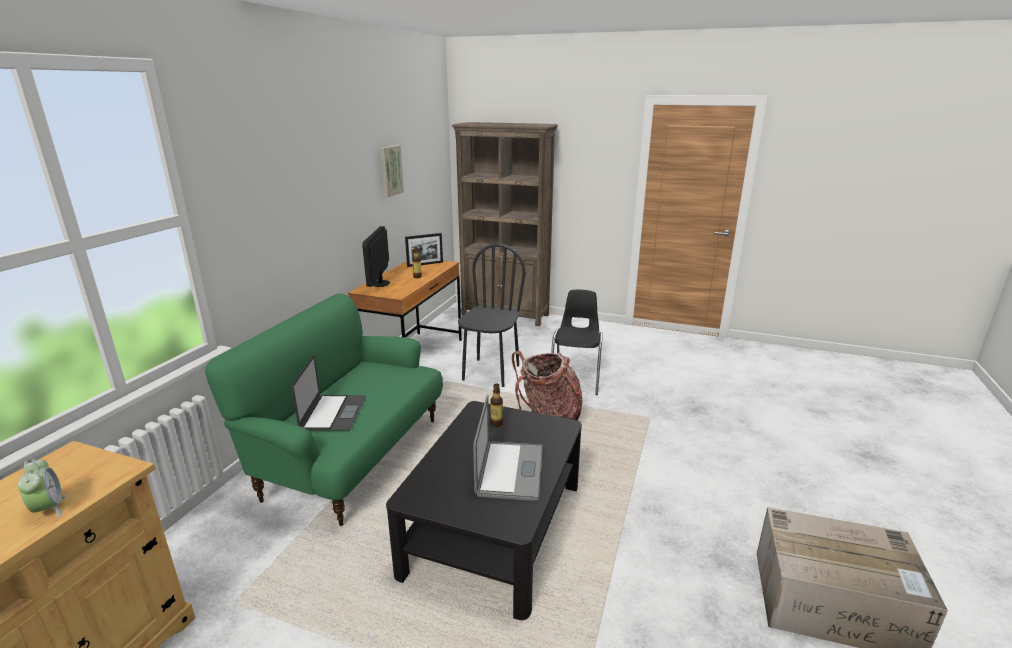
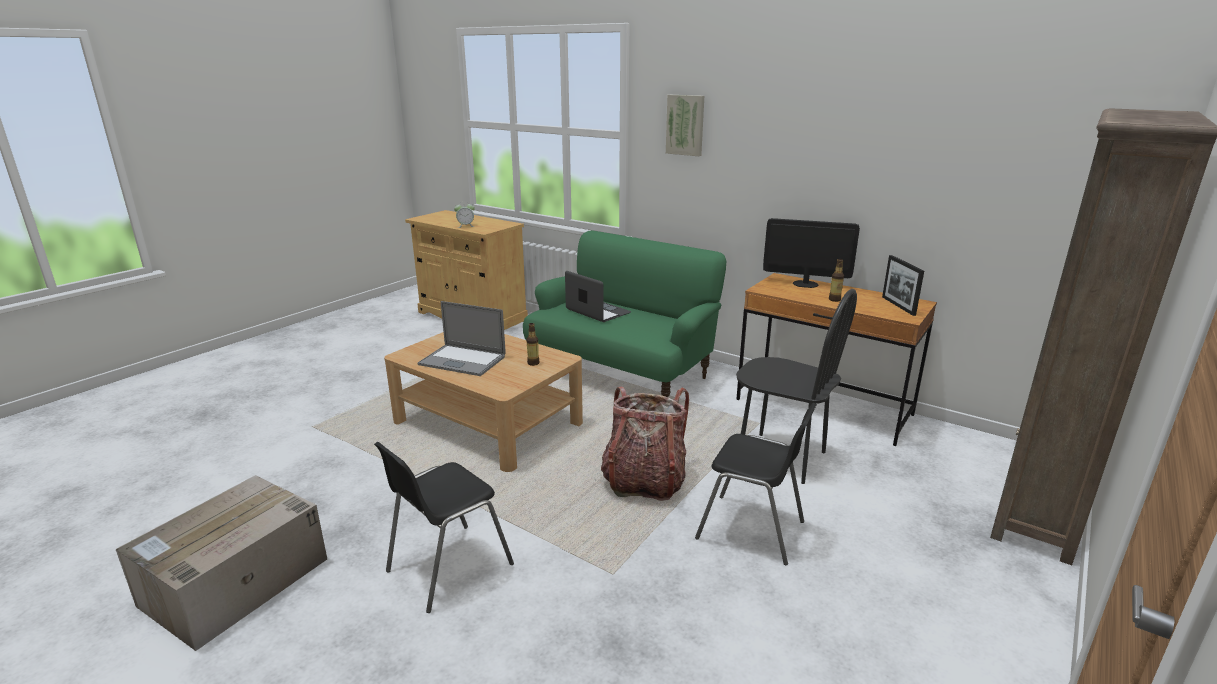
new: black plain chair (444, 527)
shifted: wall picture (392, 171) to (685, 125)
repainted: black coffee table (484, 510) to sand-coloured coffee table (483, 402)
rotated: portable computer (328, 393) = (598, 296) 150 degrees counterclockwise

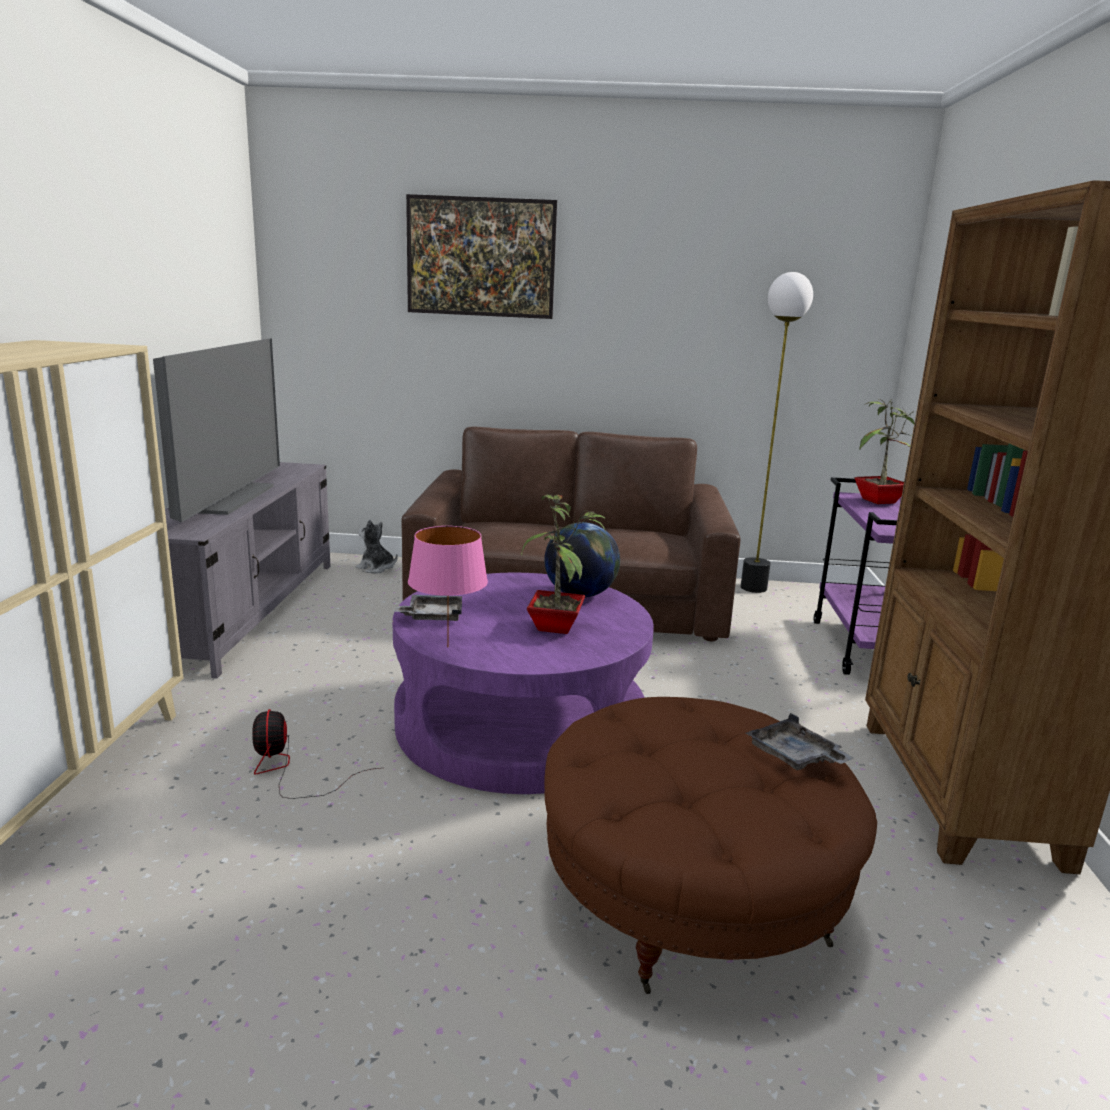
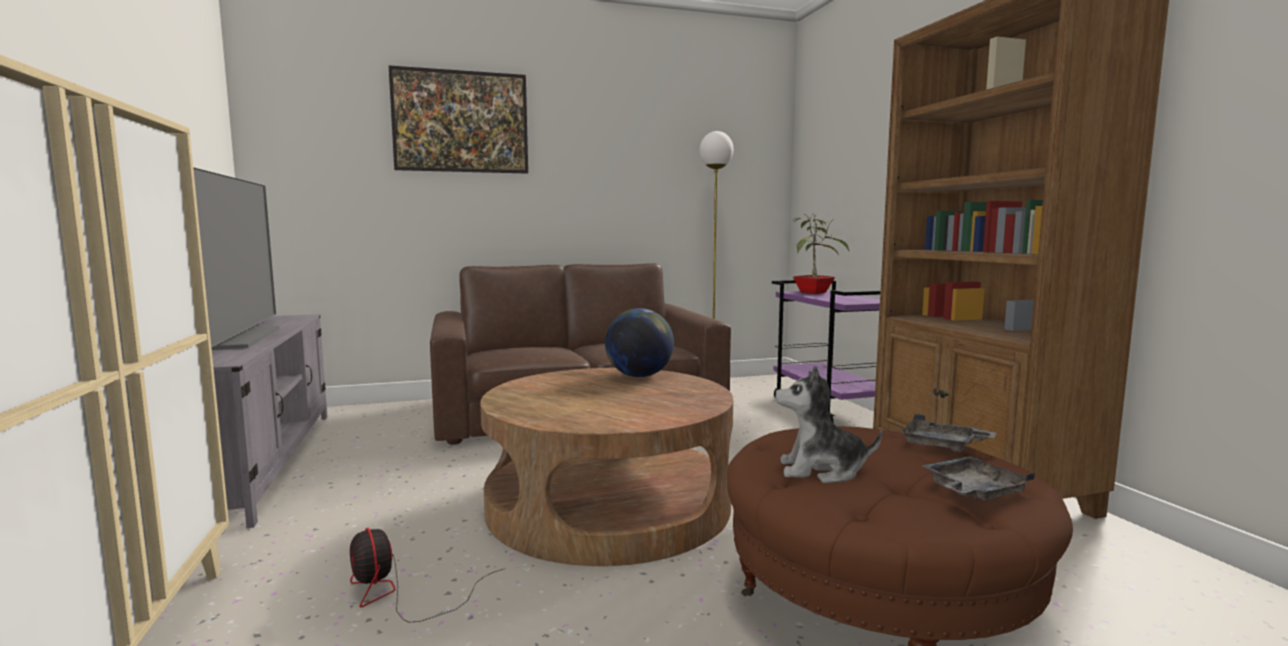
gone: pinkish lamp for a table (448, 586); houseplant (564, 563)
shifted: cuddly toy (377, 546) to (828, 424); gray tray (428, 608) to (978, 478)
repainted: purplish coffee table (523, 683) to brown coffee table (606, 467)

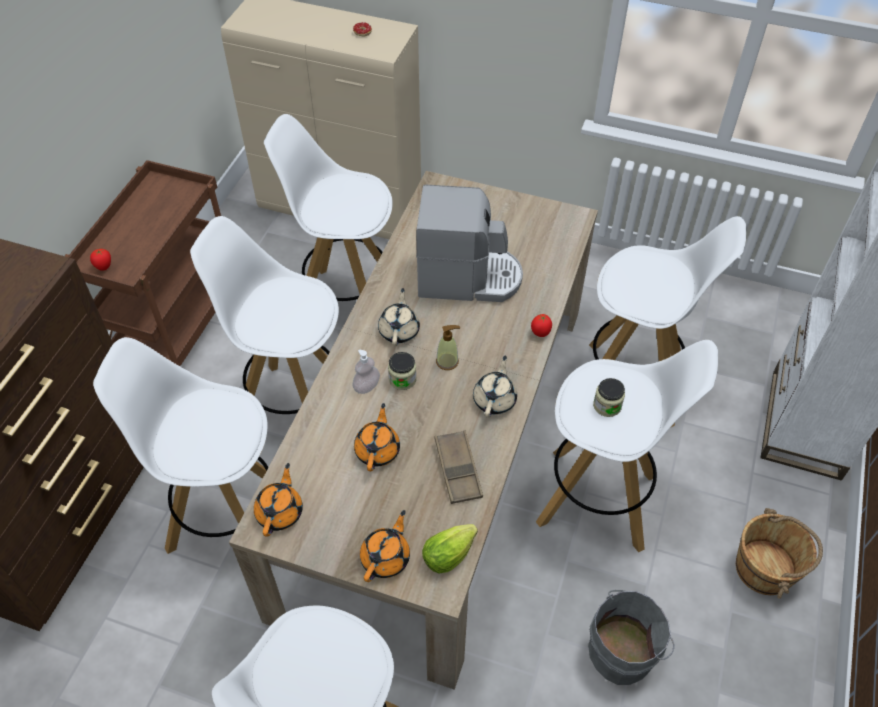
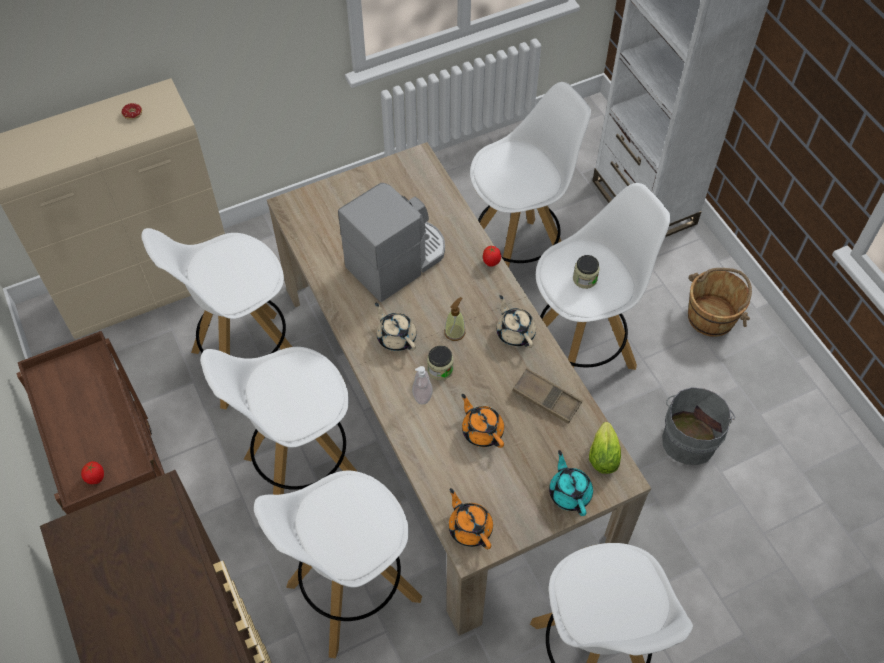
repainted: orange pot for tea (385, 546) to turquoise pot for tea (571, 483)

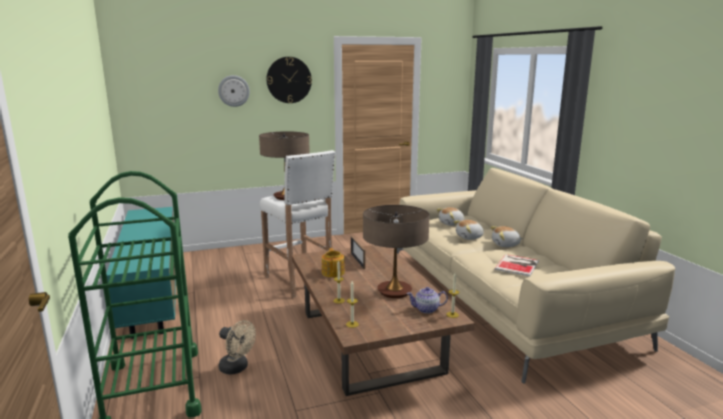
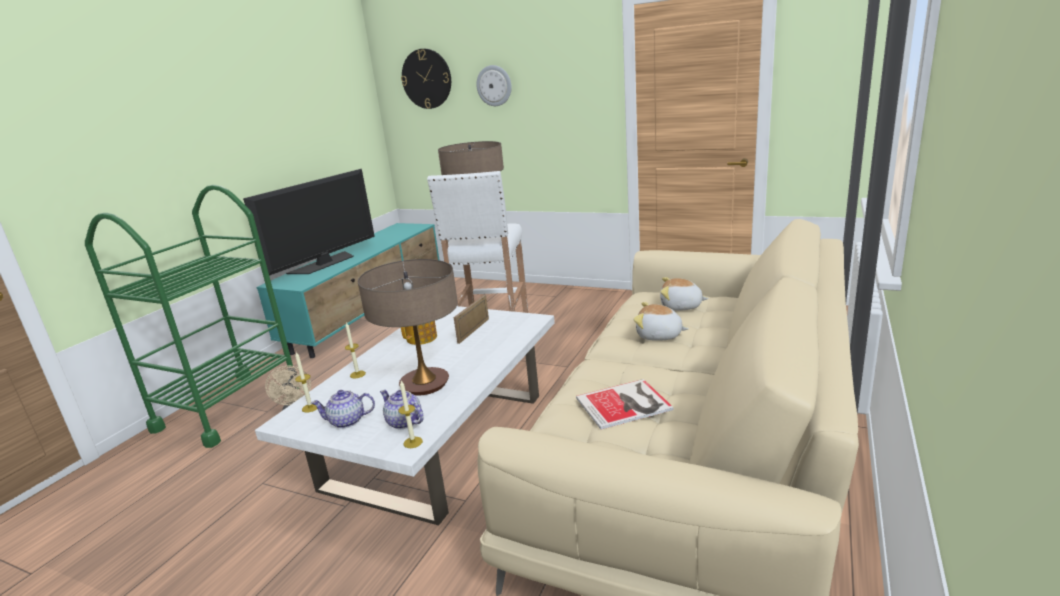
gone: cuddly toy (506, 236)
new: TV set (309, 222); pot for tea (343, 409)
shifted: wall clock (289, 80) to (426, 79)
repainted: brown coffee table (383, 320) to whitish coffee table (405, 415)

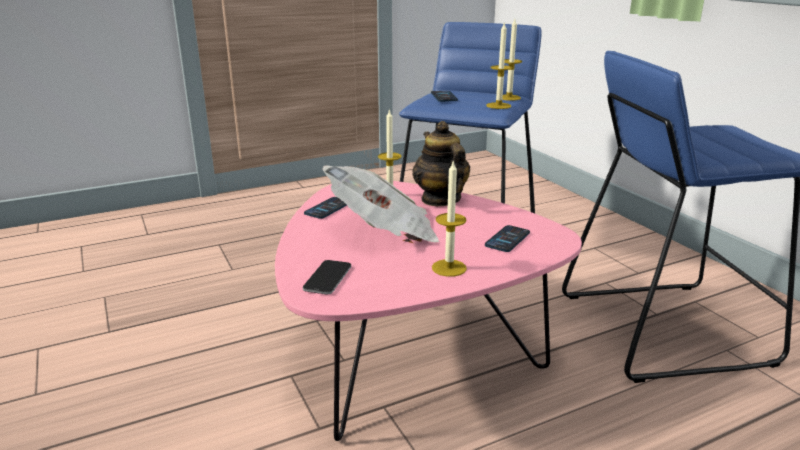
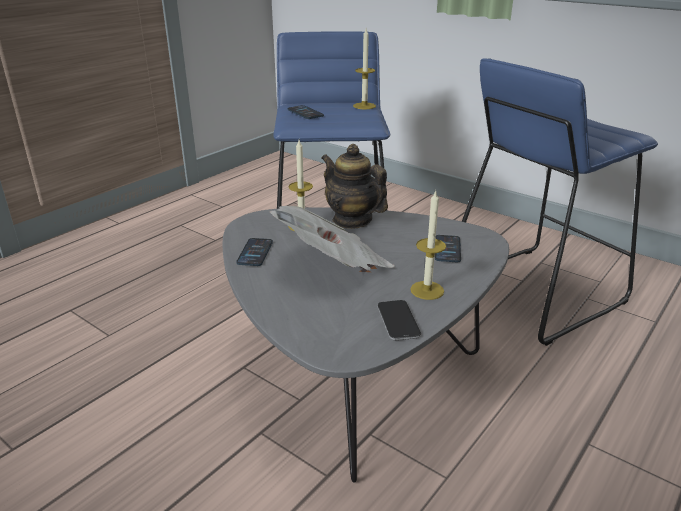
gone: wax candle (499, 65)
shifted: phone (327, 277) to (399, 320)
repainted: pinkish coffee table (428, 311) to gray coffee table (366, 345)

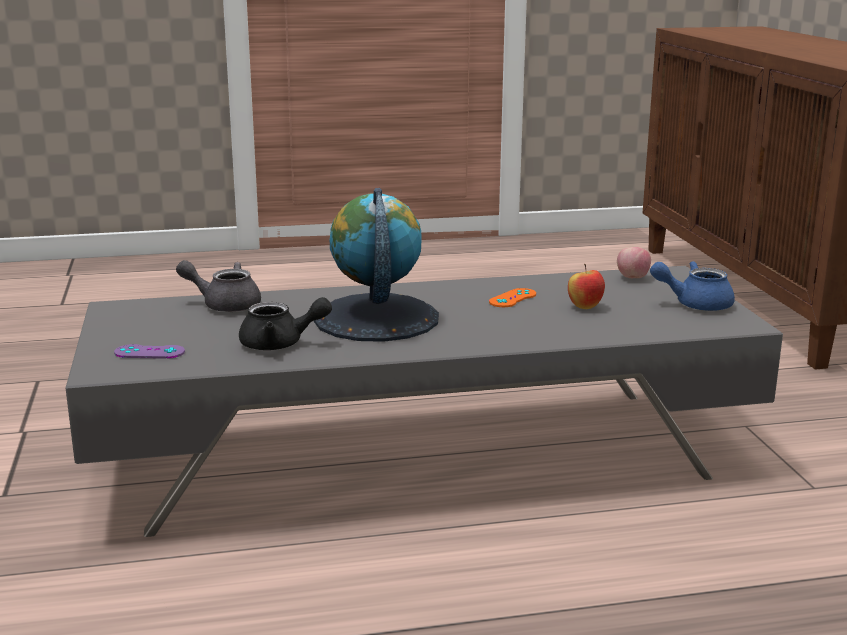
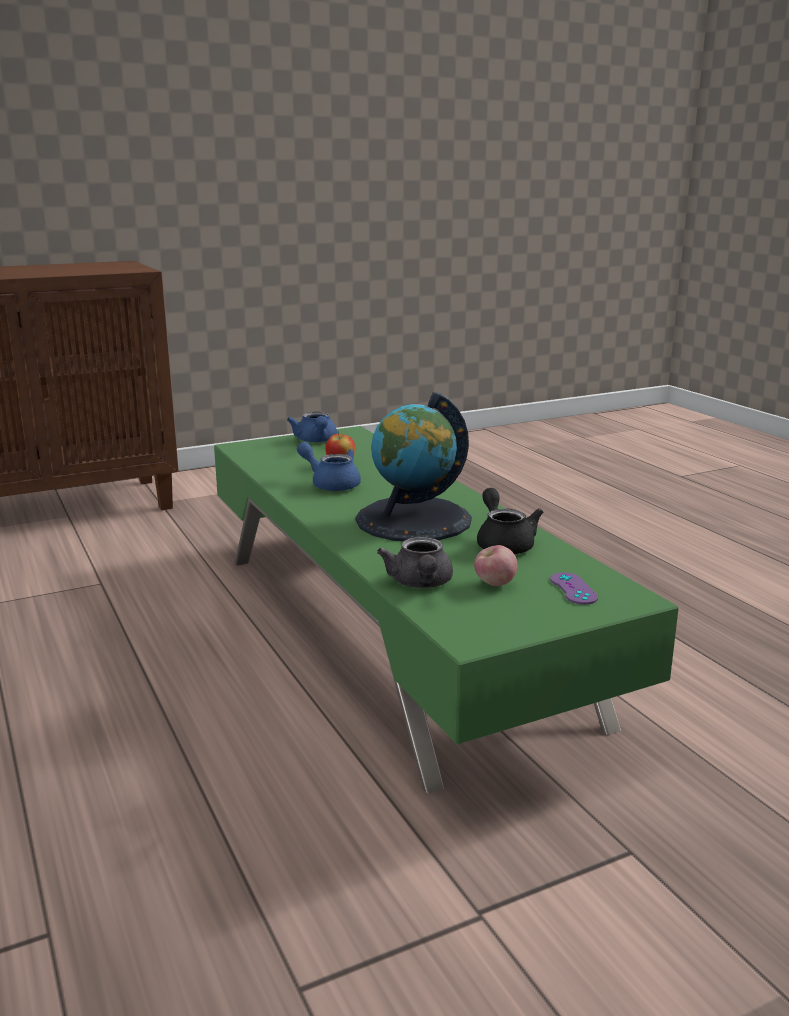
shifted: apple fruit (634, 262) to (495, 565)
swapped: orange game controller (512, 297) to bluish pot for tea (329, 466)
repainted: gray coffee table (424, 401) to green coffee table (446, 609)

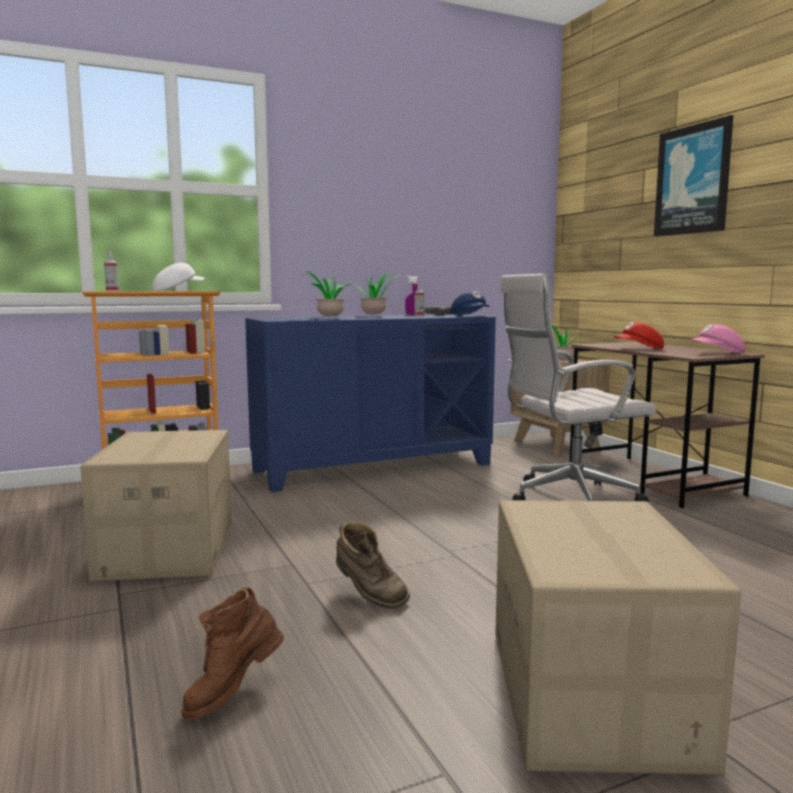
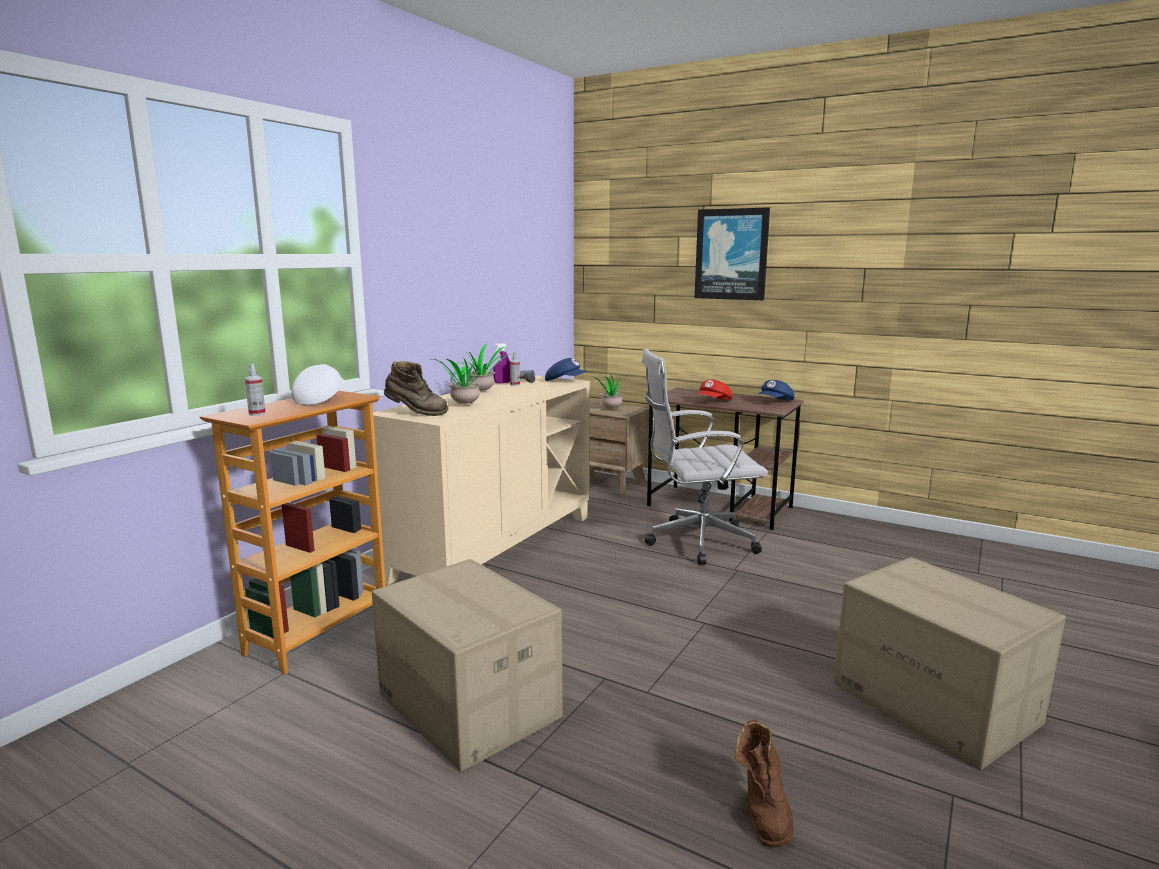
shifted: brown high-top boot (373, 565) to (416, 388)
repainted: bluish cupboard (370, 403) to sand-coloured cupboard (481, 480); pinkish baseball cap (717, 338) to bluish baseball cap (776, 390)
rotated: whitish computer chair (578, 388) = (705, 456) 45 degrees clockwise

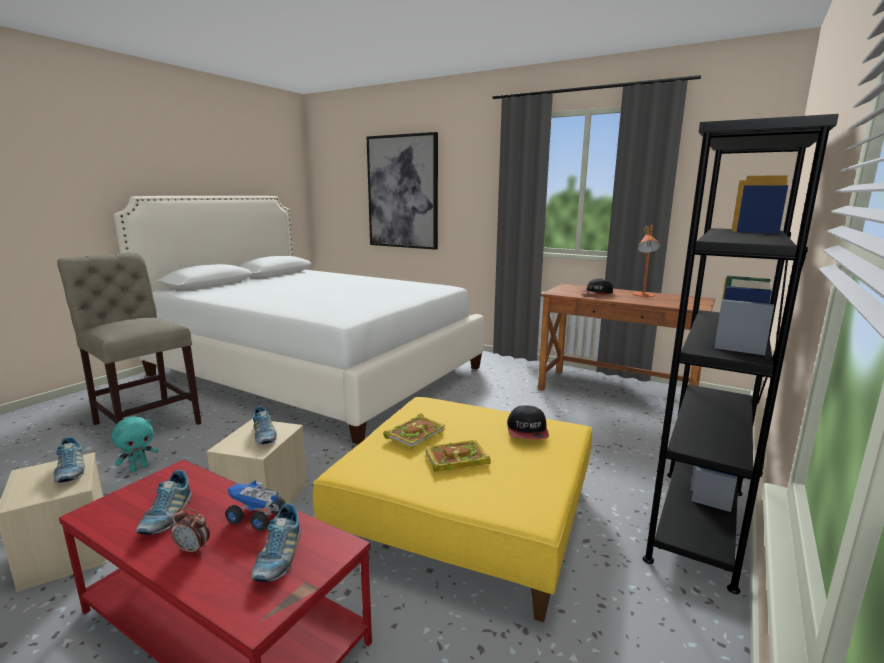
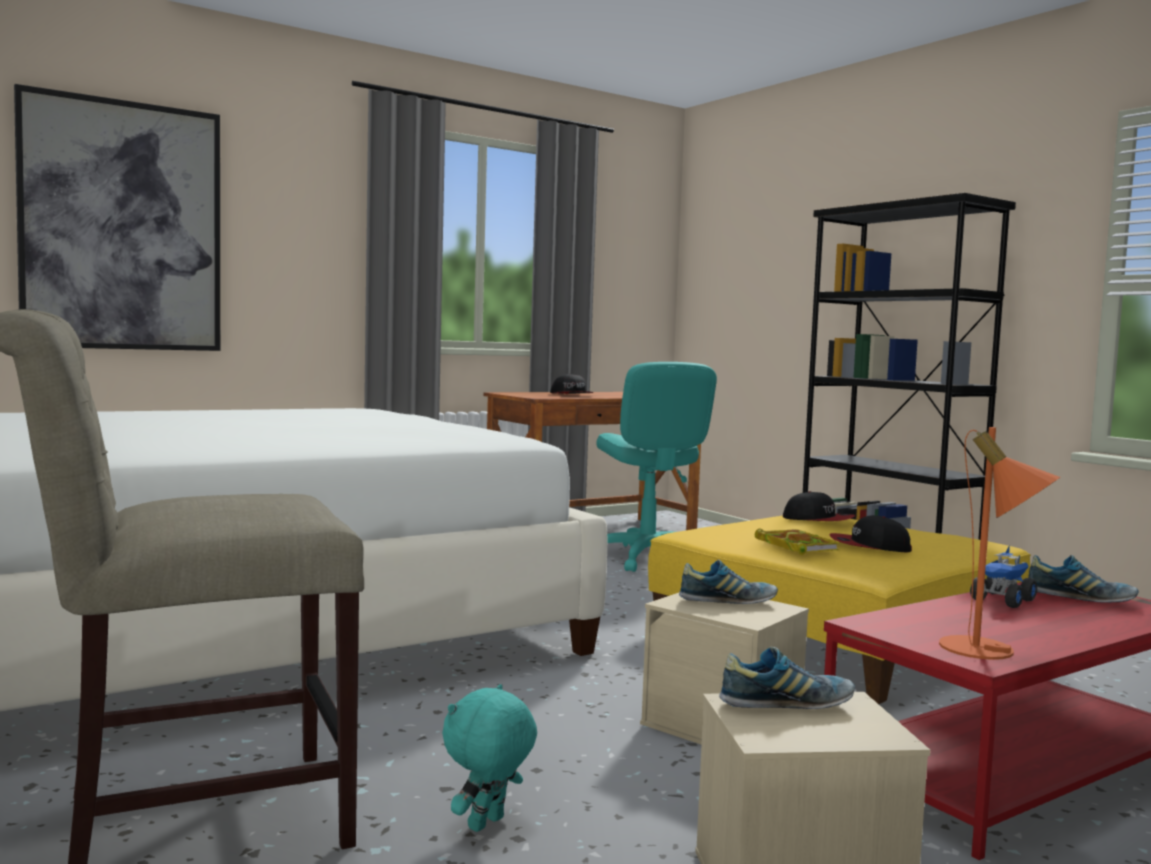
gone: item of footwear (164, 502); bedside clock (190, 531)
new: turquoise computer chair (656, 467)
shifted: orange lamp for a table (646, 261) to (999, 543)
swapped: book (458, 456) to baseball cap (870, 533)
rotated: turquoise cuddly toy (135, 444) = (489, 758) 120 degrees counterclockwise

